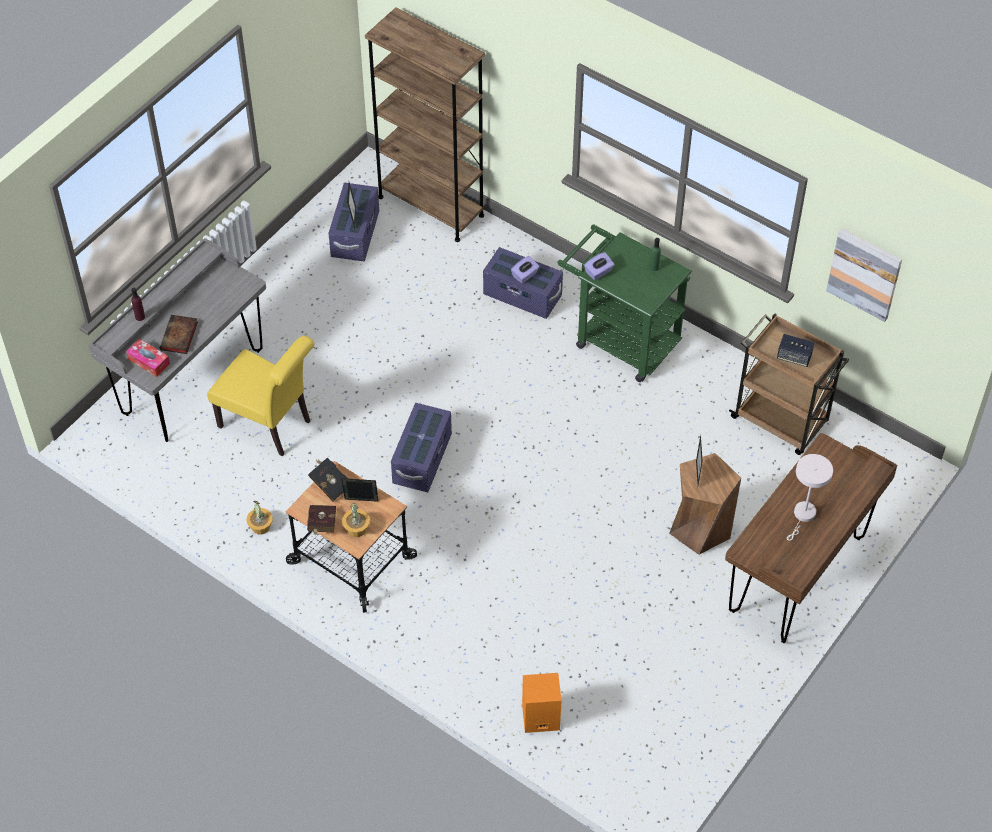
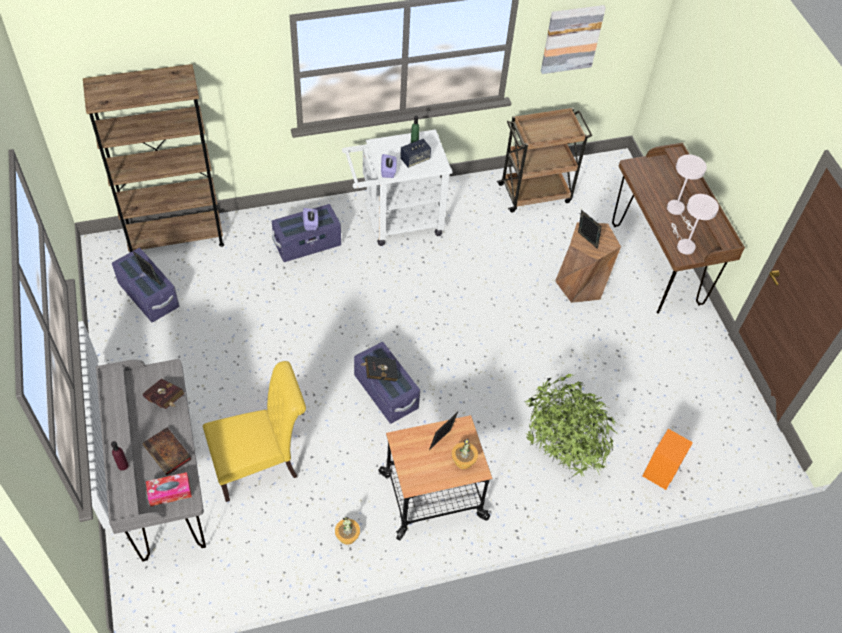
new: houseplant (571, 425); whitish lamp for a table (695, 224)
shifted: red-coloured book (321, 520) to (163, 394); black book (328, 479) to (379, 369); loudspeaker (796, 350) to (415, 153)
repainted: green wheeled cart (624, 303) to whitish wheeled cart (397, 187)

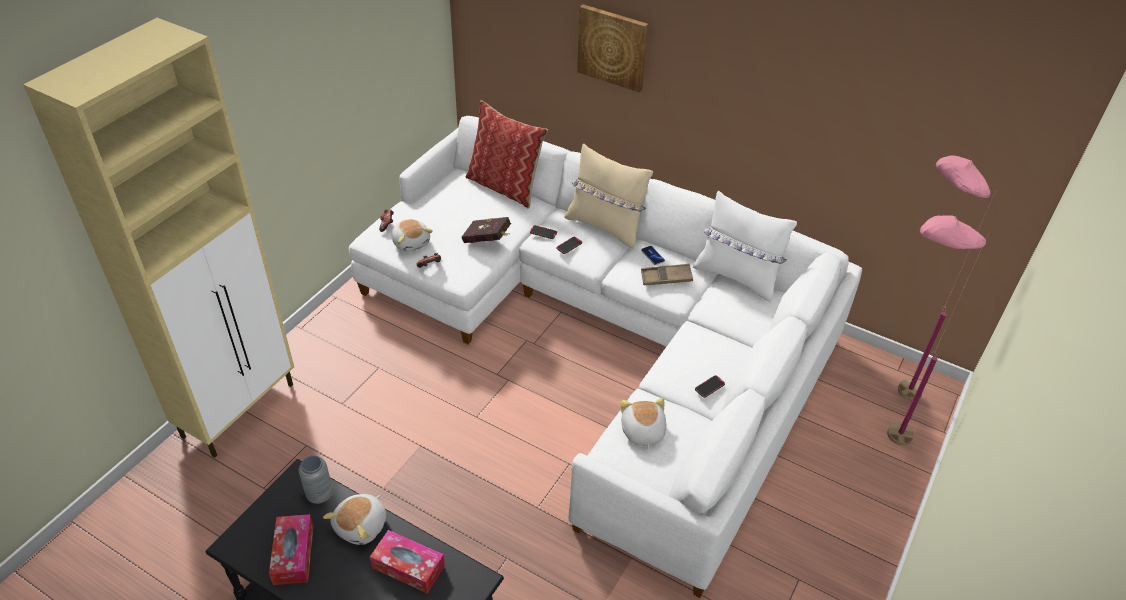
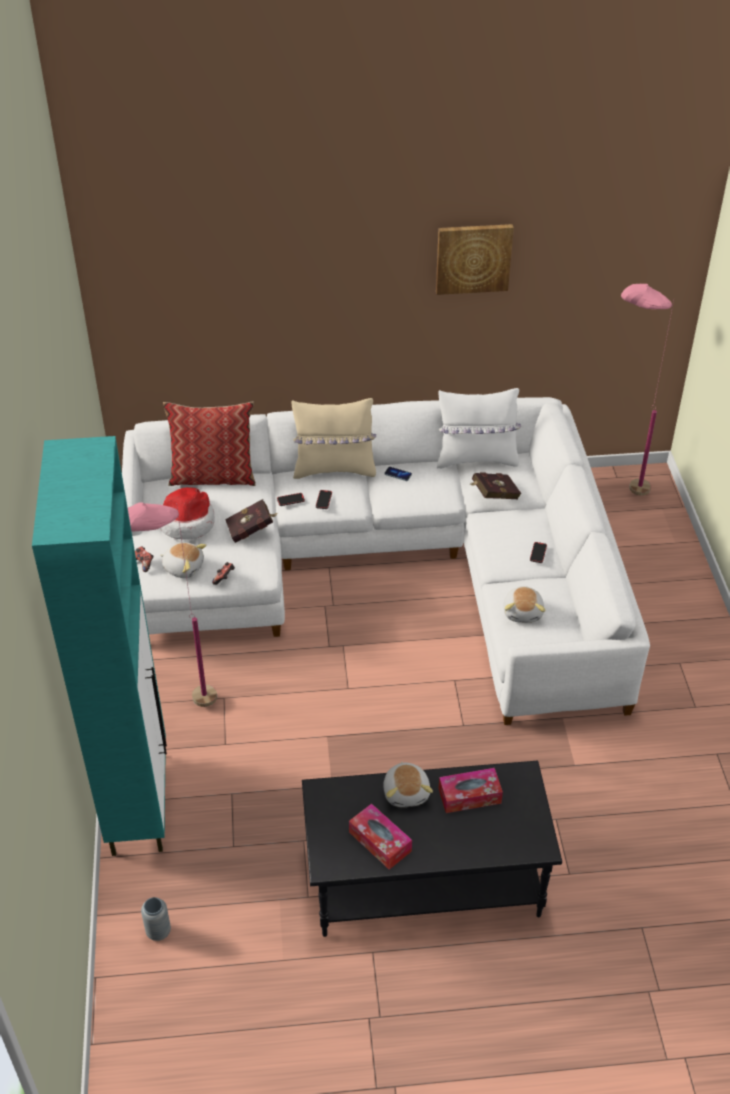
gone: brown tray (667, 274)
new: wearable hat (187, 513); red-coloured book (495, 485)
shifted: gray flower vase (316, 479) to (156, 919); wall picture (612, 48) to (475, 259); pinkish standing lamp (937, 330) to (172, 604)
repainted: sand-coloured cupboard (158, 238) to turquoise cupboard (99, 646)
rotated: cuddly toy (644, 424) = (525, 604) 135 degrees counterclockwise

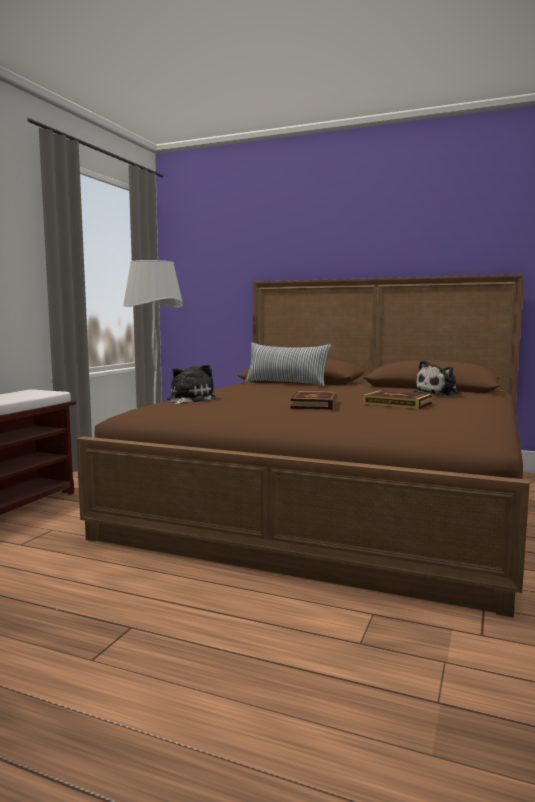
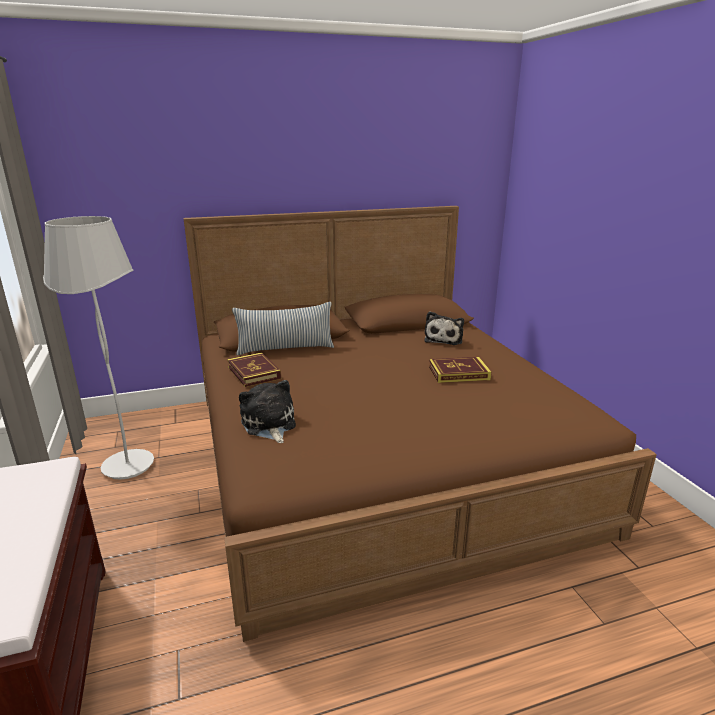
shifted: book (313, 400) to (254, 369)

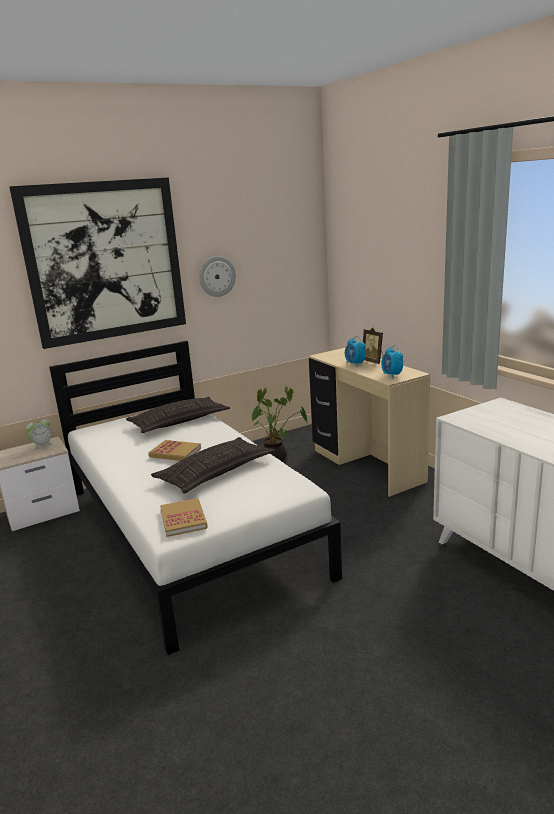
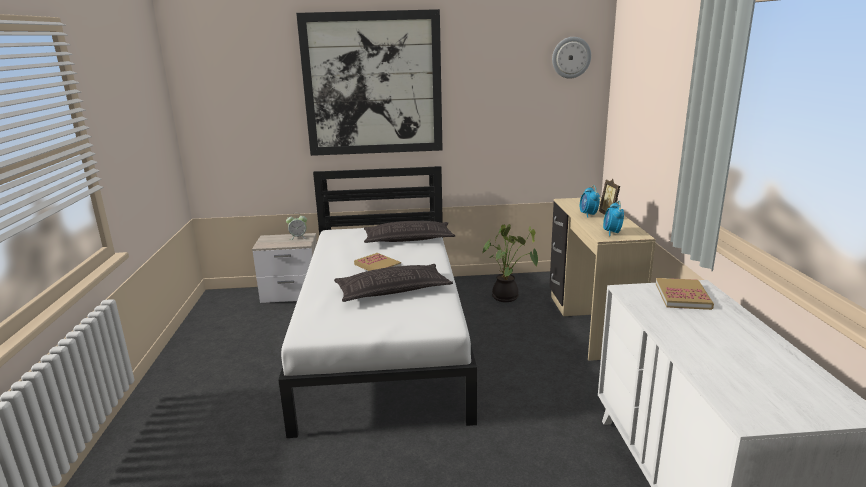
shifted: book (184, 517) to (685, 294); wall clock (217, 276) to (571, 57)

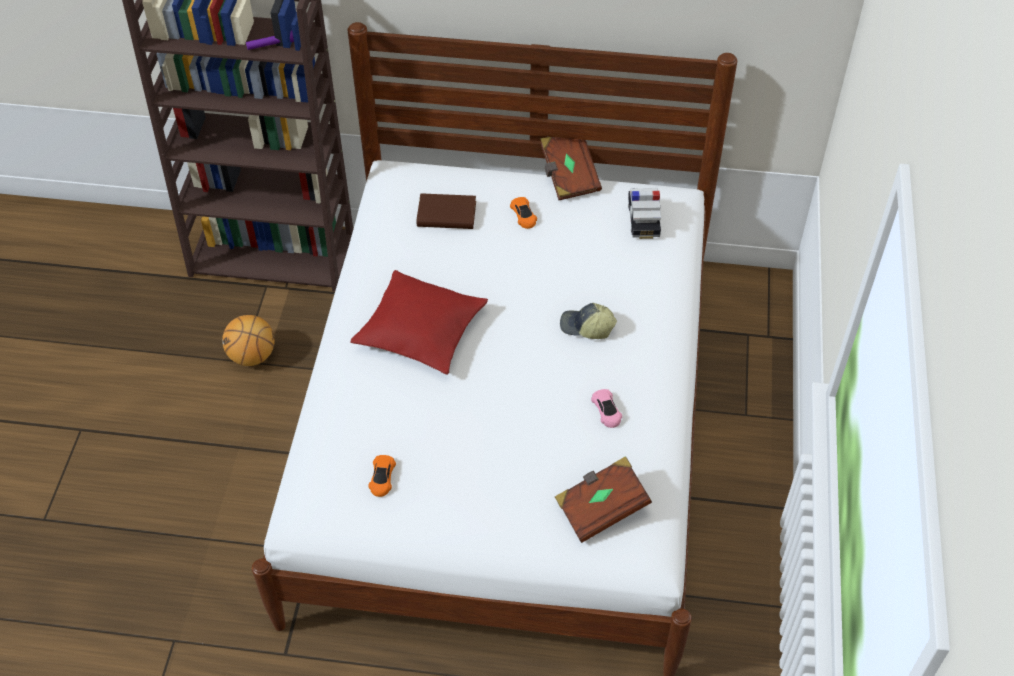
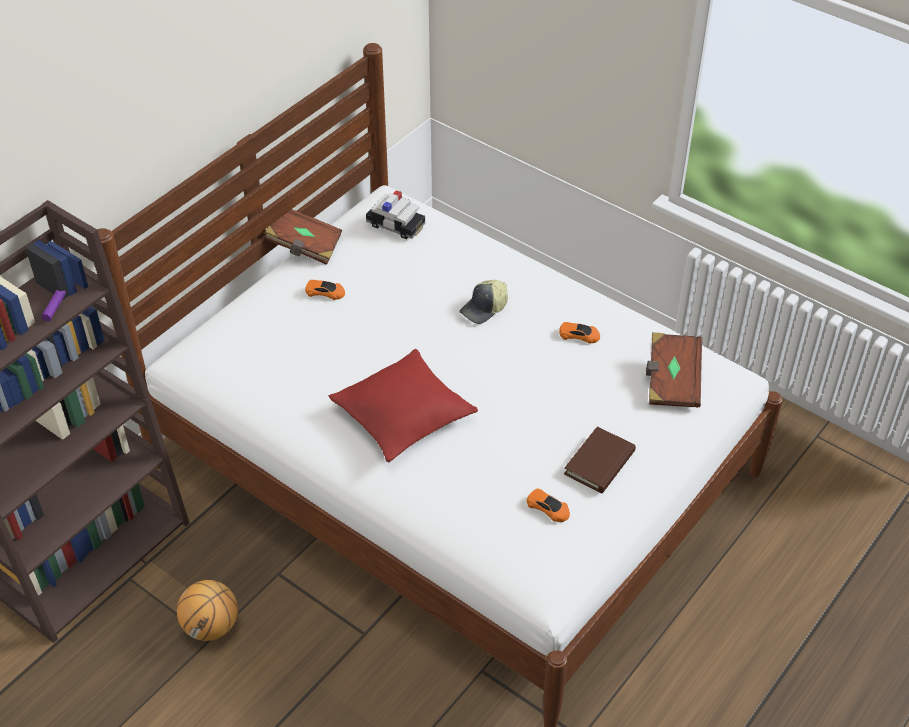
shifted: brown book (446, 211) to (600, 459)
repainted: pinkish model car (606, 408) to orange model car (579, 333)

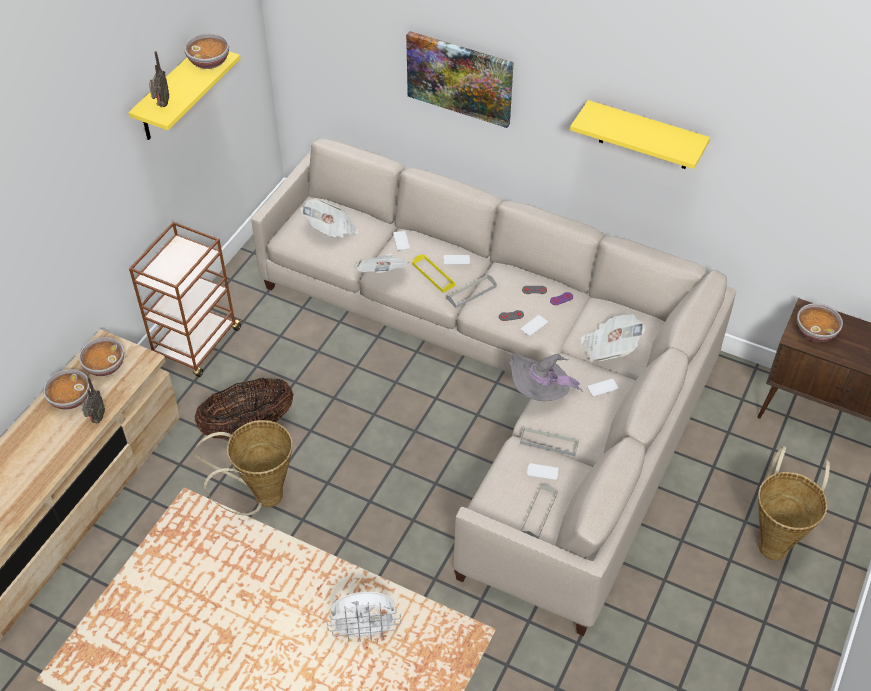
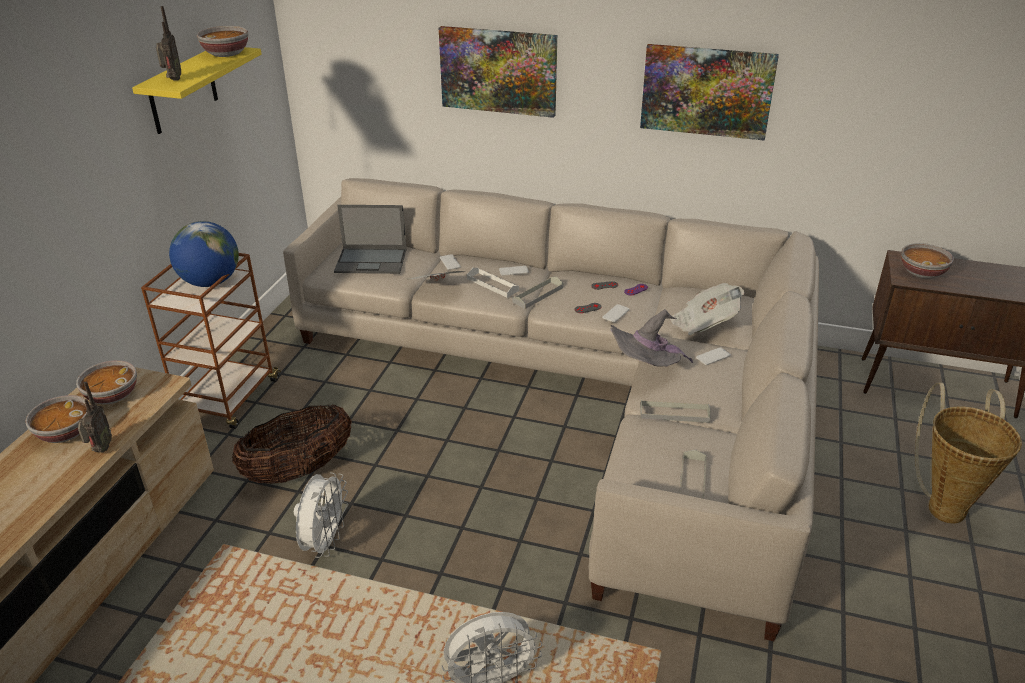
gone: phone (543, 471)
new: globe (204, 254)
swapped: storage basket (243, 468) to whitish fan (321, 515); newspaper (329, 218) to portable computer (370, 239); yellow bracket shelf (640, 134) to wall picture (709, 92)
repainted: yellow tray (433, 273) to whitish tray (493, 283)

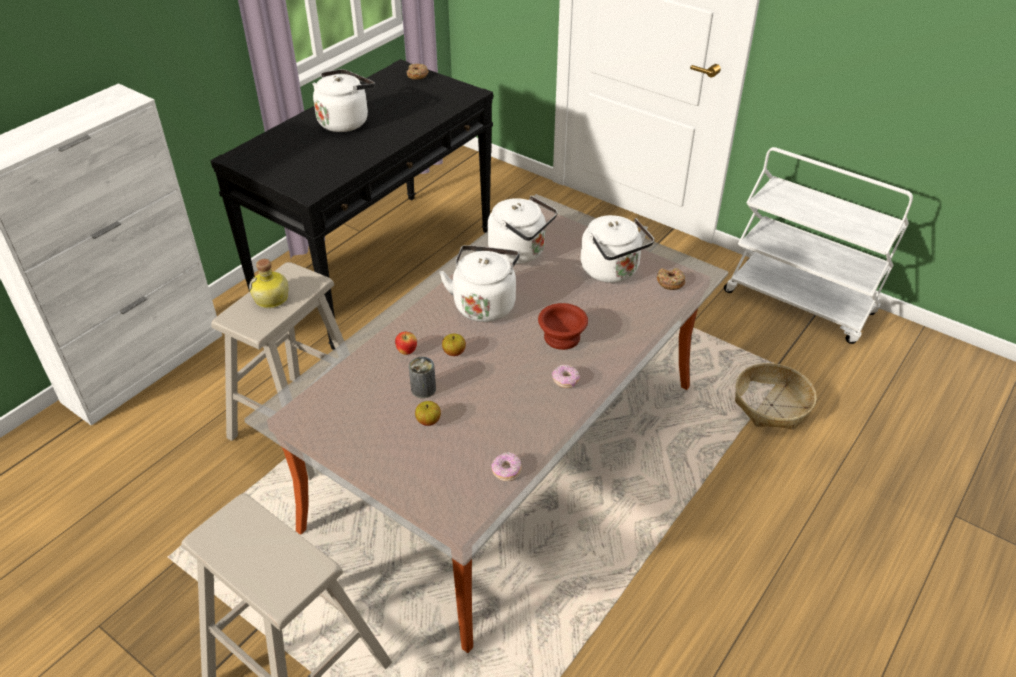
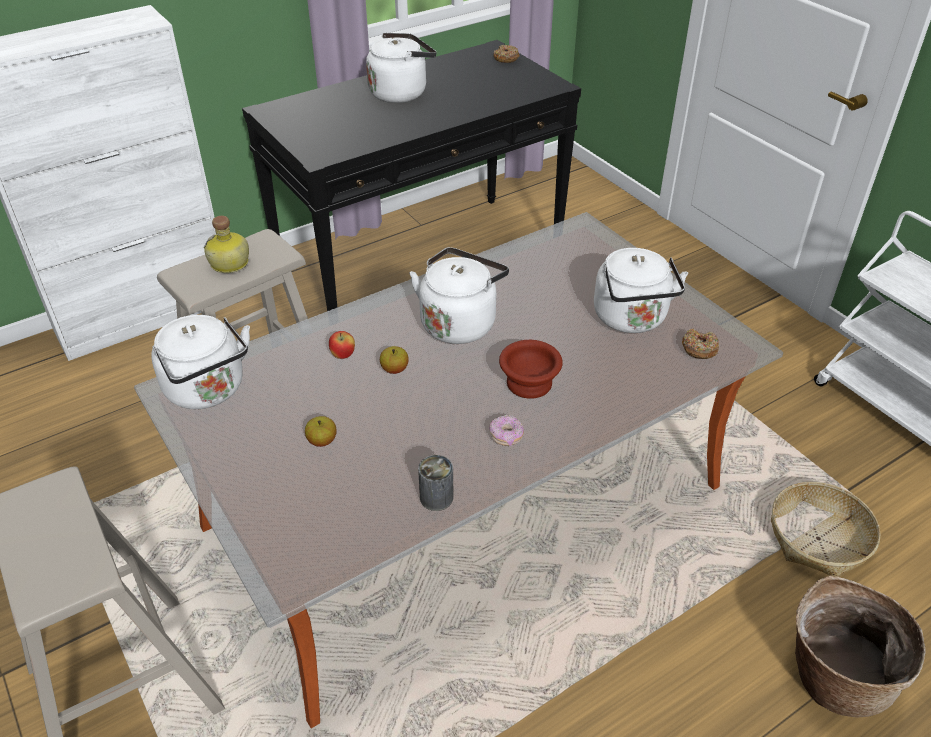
gone: ring doughnut (506, 466)
new: storage basket (860, 646)
shifted: metal can (422, 377) to (436, 483); whitish kettle (522, 230) to (200, 362)

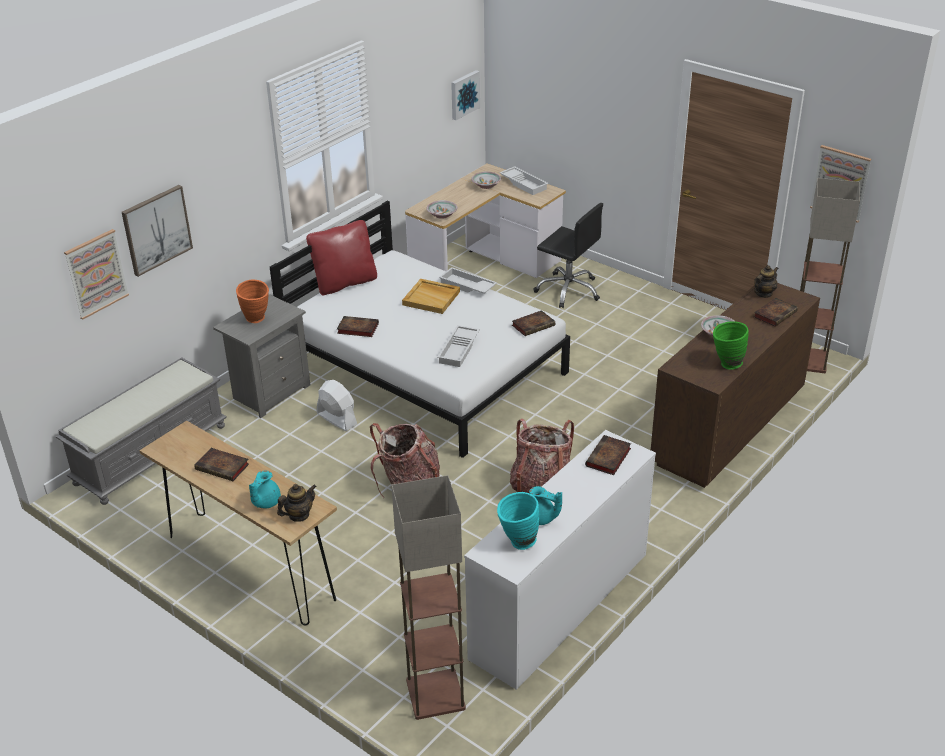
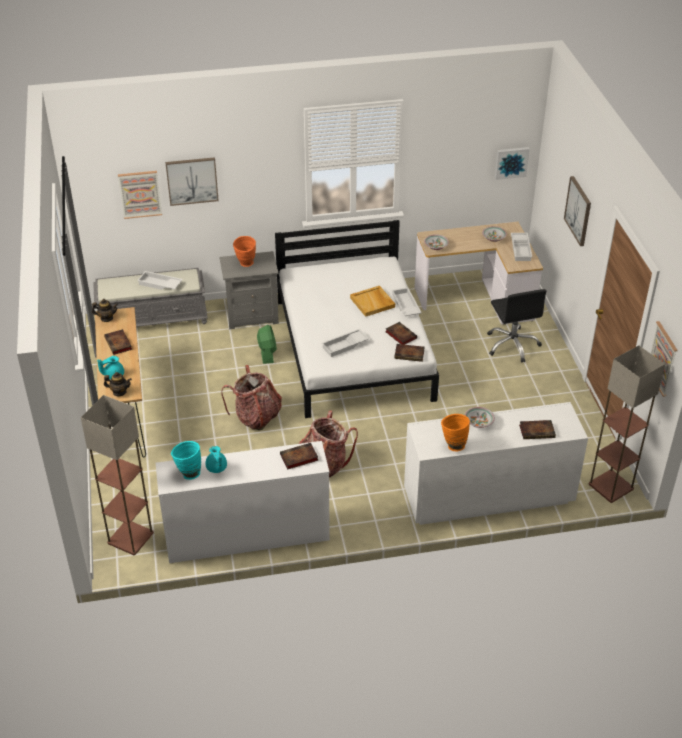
gone: red-coloured throw pillow (341, 258)
new: whitish tray (160, 280); wall picture (577, 211)
shifted: book (358, 326) to (401, 333); pot for tea (766, 281) to (105, 310)
repainted: whitish fan (337, 405) to green fan (267, 344); brown dresser (735, 385) to whitish dresser (496, 463); green flower vase (731, 345) to orange flower vase (455, 432)

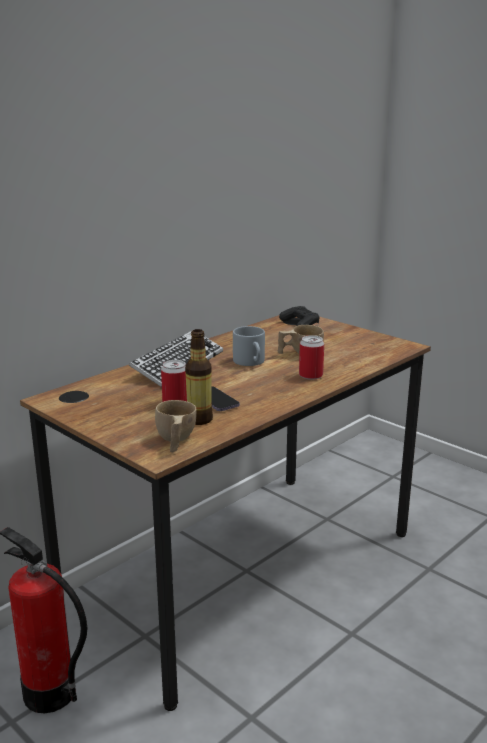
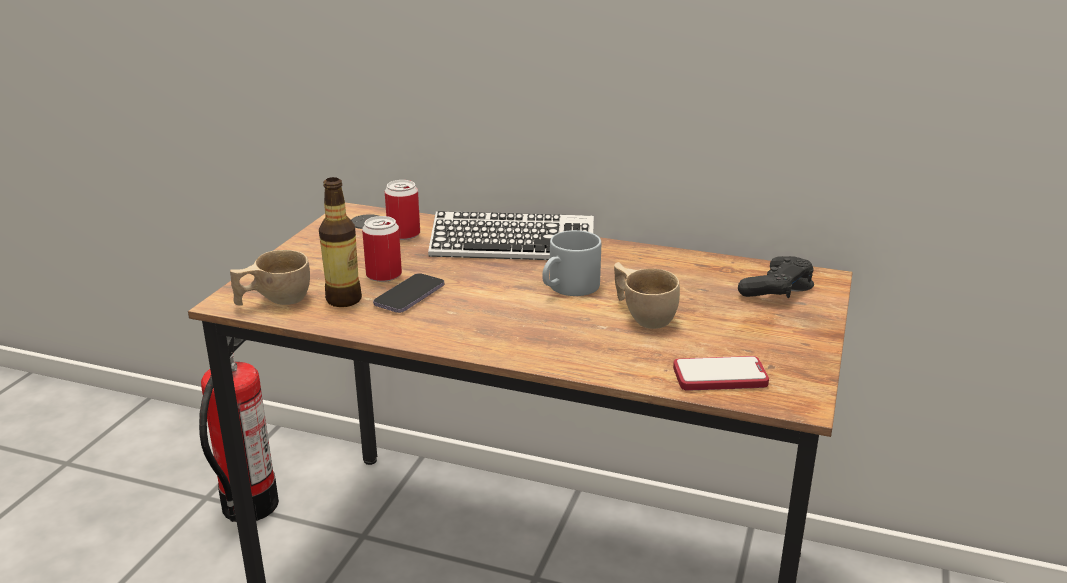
new: phone (721, 373)
shifted: metal can (311, 357) to (402, 210)

